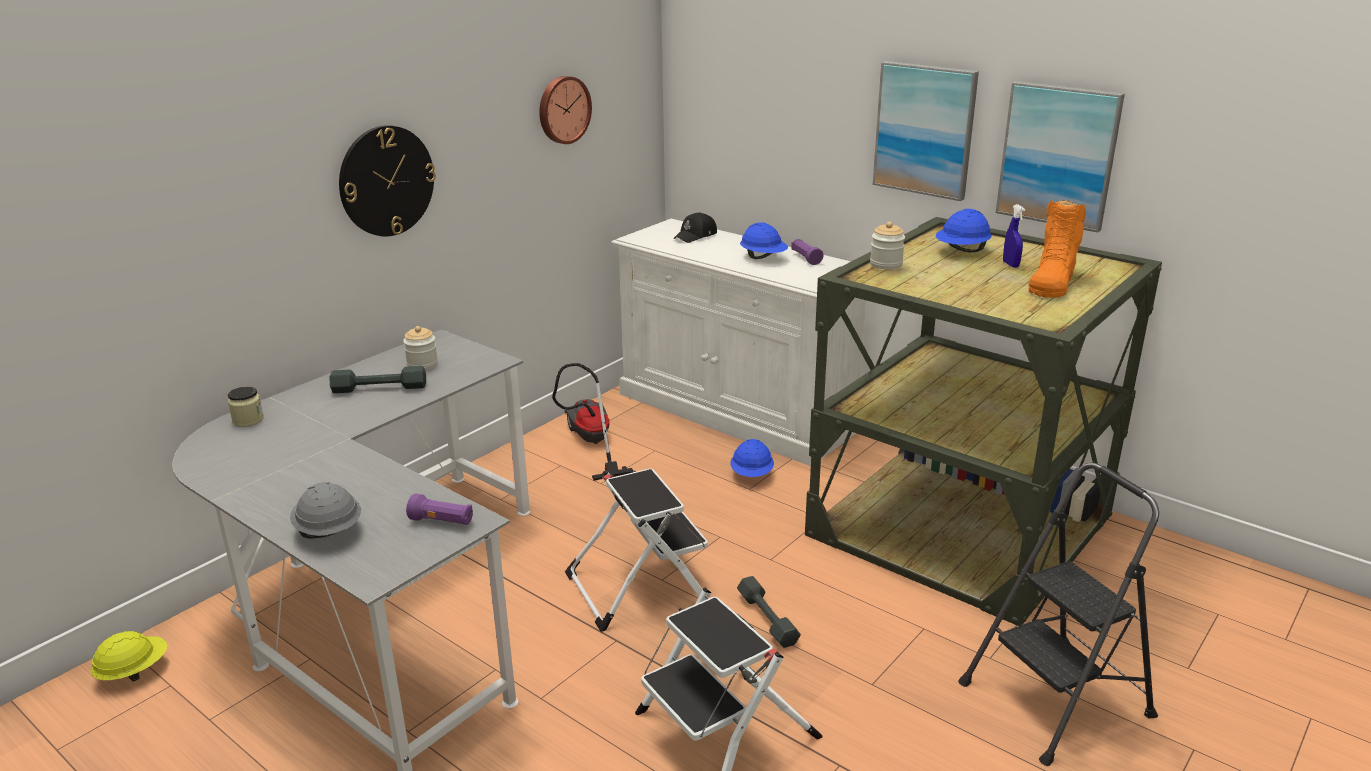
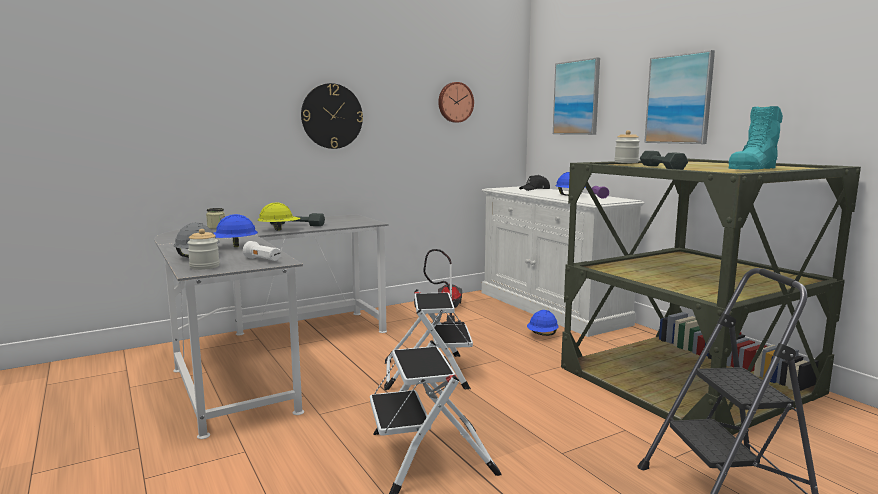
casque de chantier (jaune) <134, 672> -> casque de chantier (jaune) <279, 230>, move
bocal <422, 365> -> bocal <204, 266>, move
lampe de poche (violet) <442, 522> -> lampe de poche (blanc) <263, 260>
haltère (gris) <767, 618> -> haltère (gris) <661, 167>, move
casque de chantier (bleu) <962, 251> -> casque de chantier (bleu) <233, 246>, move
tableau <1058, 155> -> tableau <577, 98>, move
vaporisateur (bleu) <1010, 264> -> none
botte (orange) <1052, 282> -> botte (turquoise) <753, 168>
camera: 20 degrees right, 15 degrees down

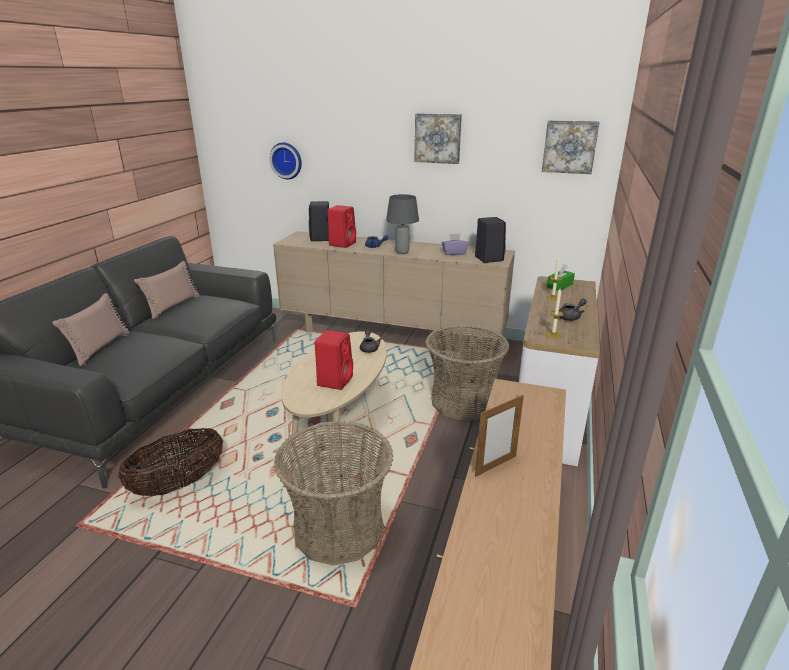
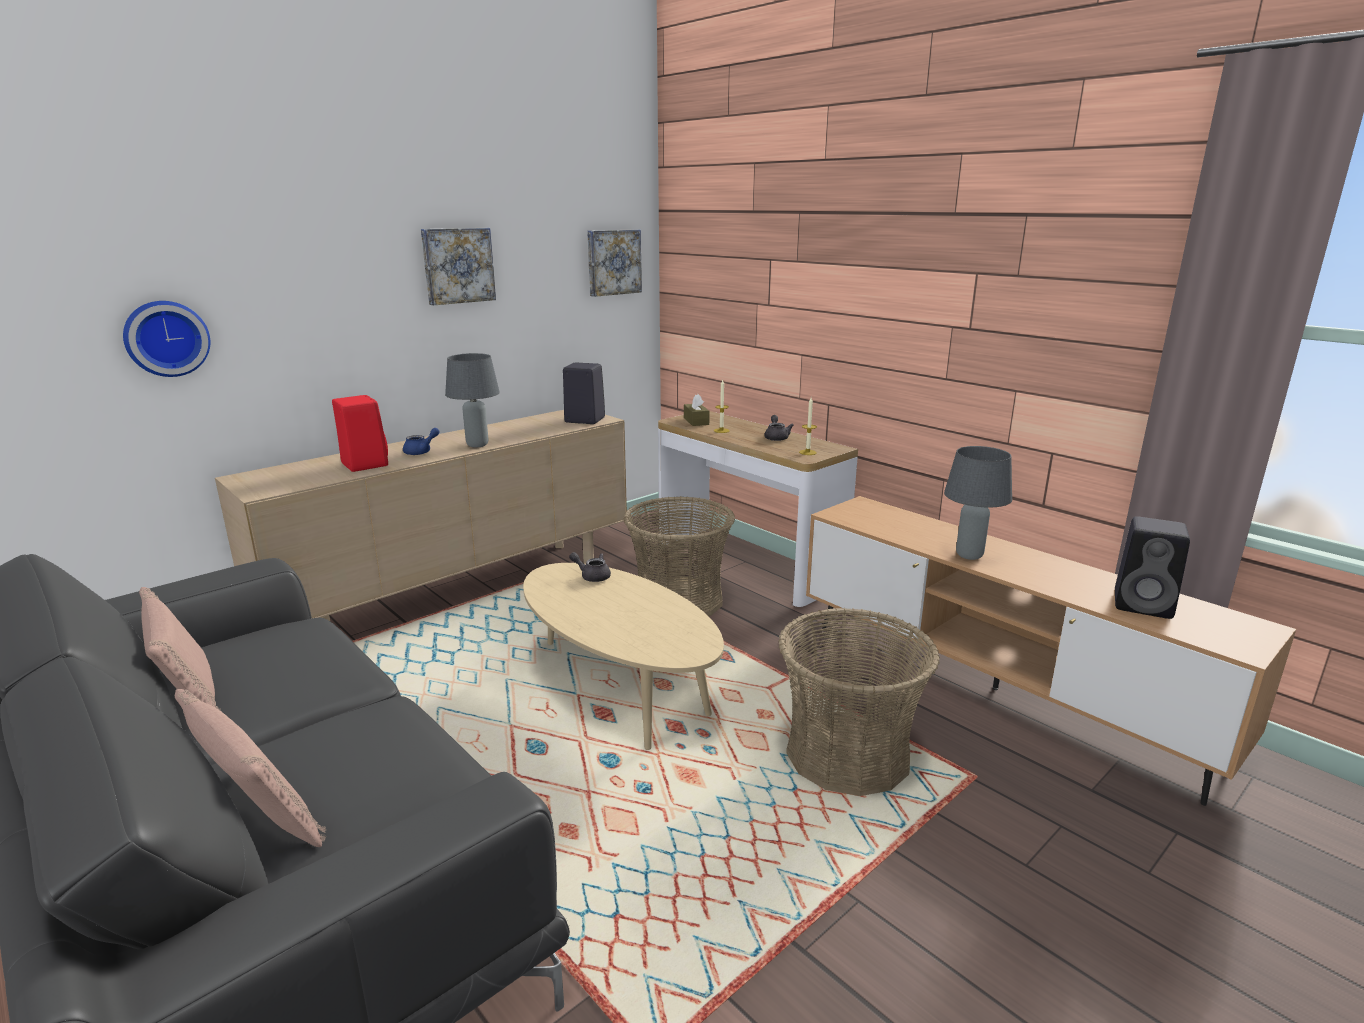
panier <179, 484> -> none
enceinte (noir) <320, 238> -> enceinte (noir) <1145, 605>, move
enceinte (rouge) <335, 380> -> none
boîte à mouchoirs (violet) <454, 253> -> none
cadre photo <495, 466> -> lampe de table (gris) <968, 555>
boîte à mouchoirs (vert) <560, 285> -> boîte à mouchoirs (marron) <696, 421>
camera: 60 degrees left, 5 degrees down

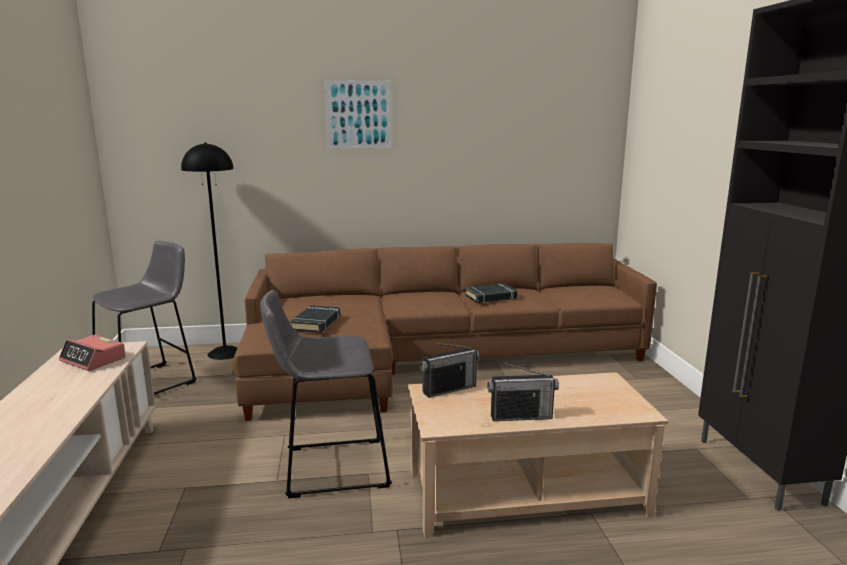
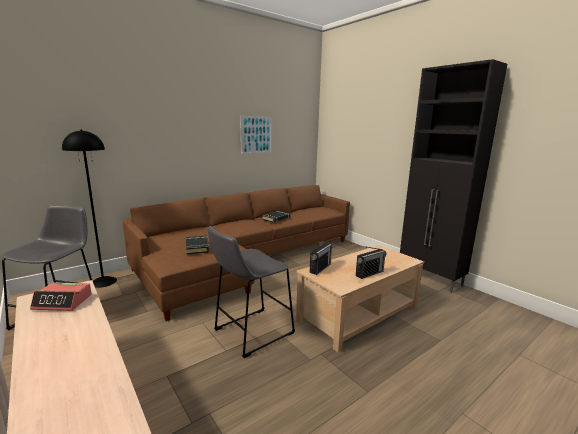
tableau <358, 115> -> tableau <256, 135>, move
camera: 30 degrees left, 0 degrees up

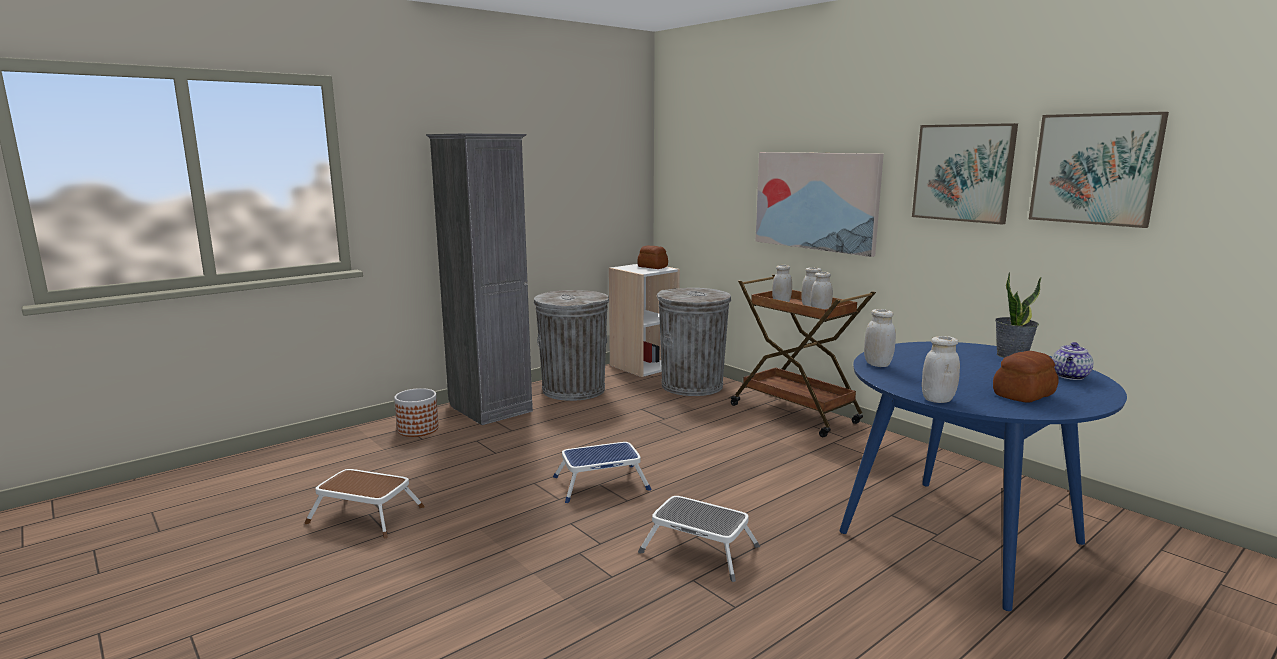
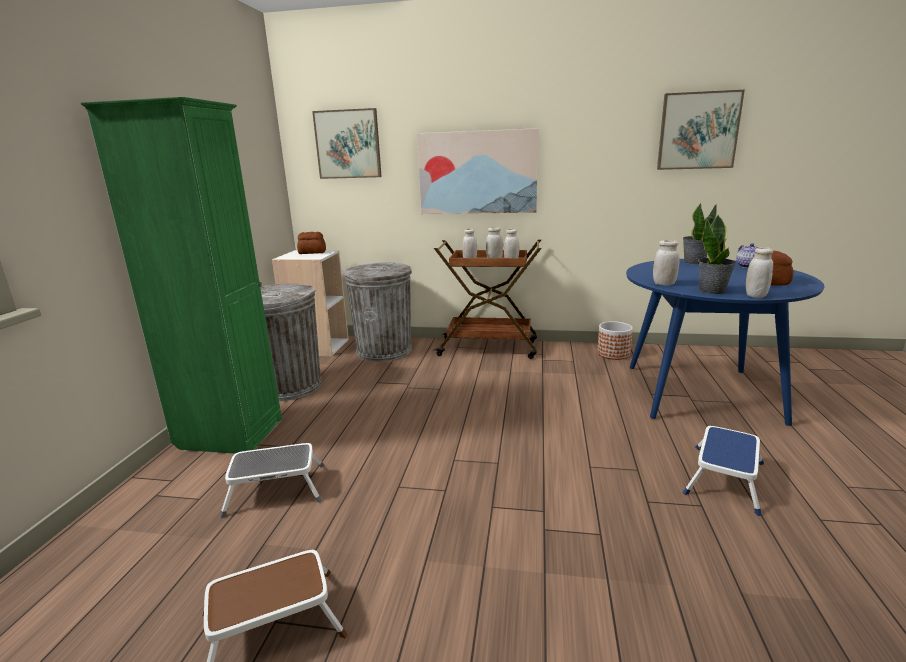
cache-pot <418, 429> -> cache-pot <613, 353>, move
meuble de rangement (gris) <491, 408> -> meuble de rangement (vert) <231, 434>
escabeau (bleu) <601, 483> -> escabeau (bleu) <725, 478>, move
escabeau (gris) <699, 550> -> escabeau (gris) <275, 490>, move
tableau <963, 173> -> tableau <348, 144>, move
none -> plante en pot <712, 291>
camera: 40 degrees left, 5 degrees up

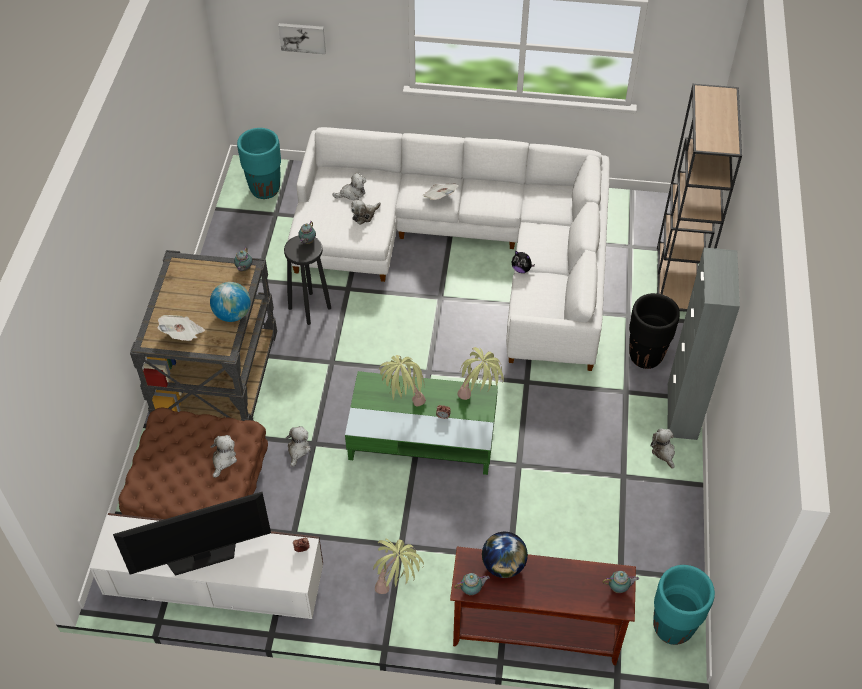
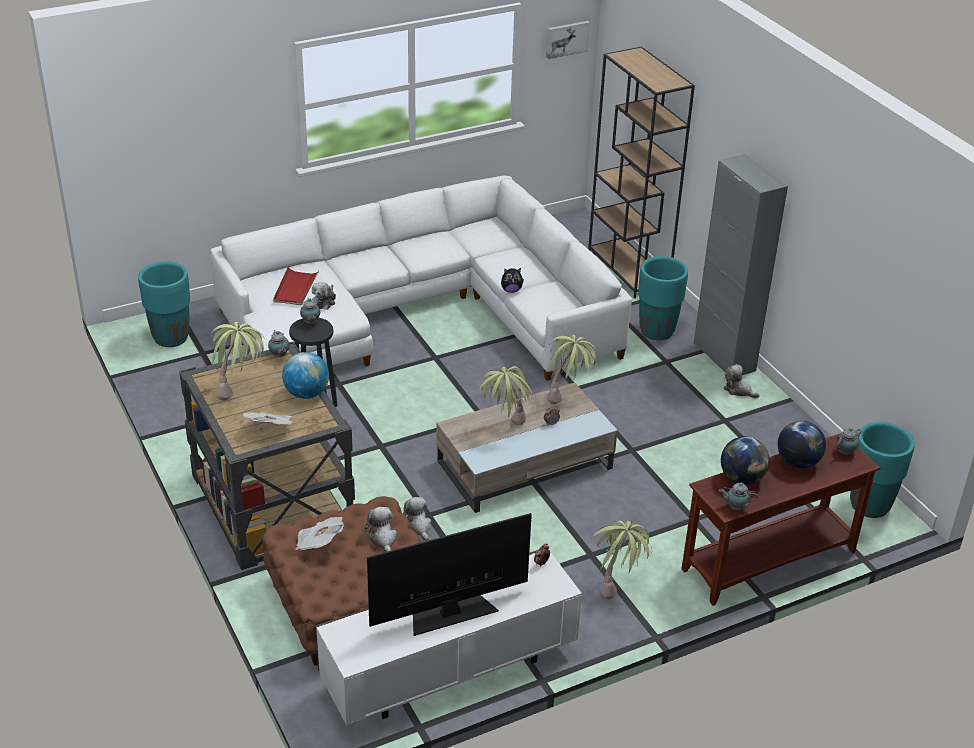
téléviseur <202, 555> -> téléviseur <450, 613>, 150 degrees counterclockwise
tableau <302, 37> -> tableau <566, 39>, move
peluche <352, 193> -> plateau (rouge) <295, 288>
table basse (vert) <422, 435> -> table basse (beige) <524, 464>
journal <440, 197> -> journal <319, 543>, move
théière <472, 590> -> théière <735, 507>, 120 degrees counterclockwise
cache-pot (noir) <645, 357> -> cache-pot (turquoise) <657, 331>
none -> plante en pot <241, 391>
none -> globe <797, 462>
camera: 35 degrees left, 15 degrees down

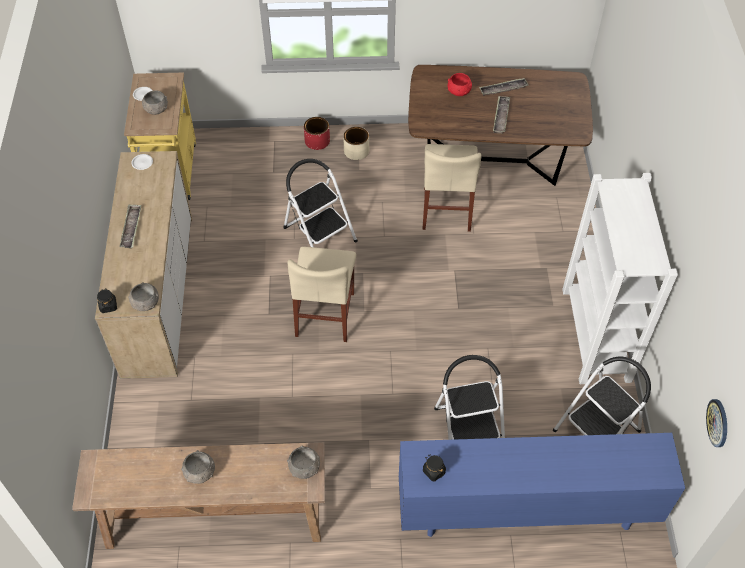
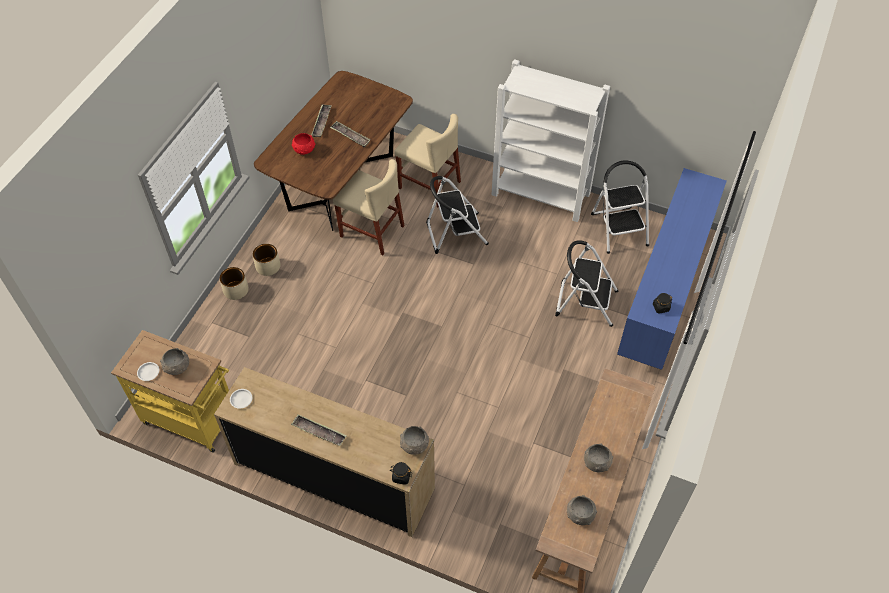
escabeau <319, 233> -> escabeau <454, 233>, move
bol (gris) <304, 467> -> bol (gris) <580, 514>, move
chaise (beige) <325, 314> -> chaise (beige) <429, 185>, move
cache-pot (rouge) <317, 141> -> cache-pot (beige) <236, 290>
horloge murale <718, 423> -> none
camera: 65 degrees left, 0 degrees up

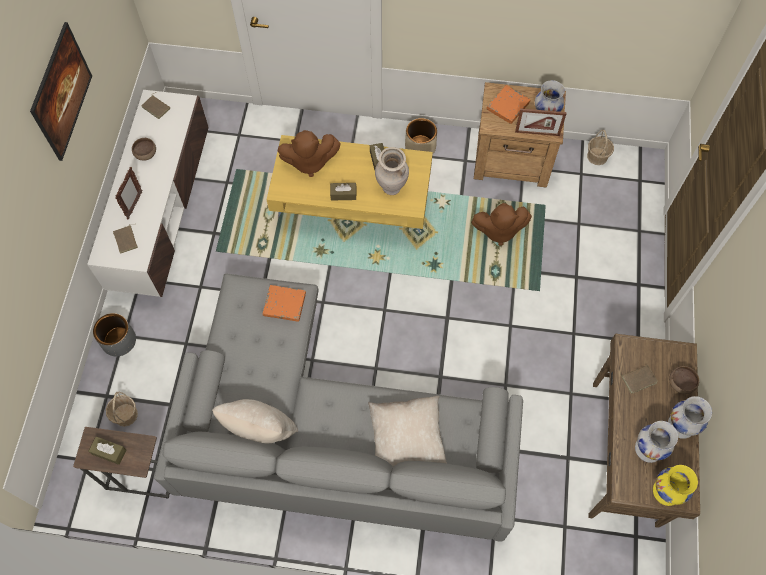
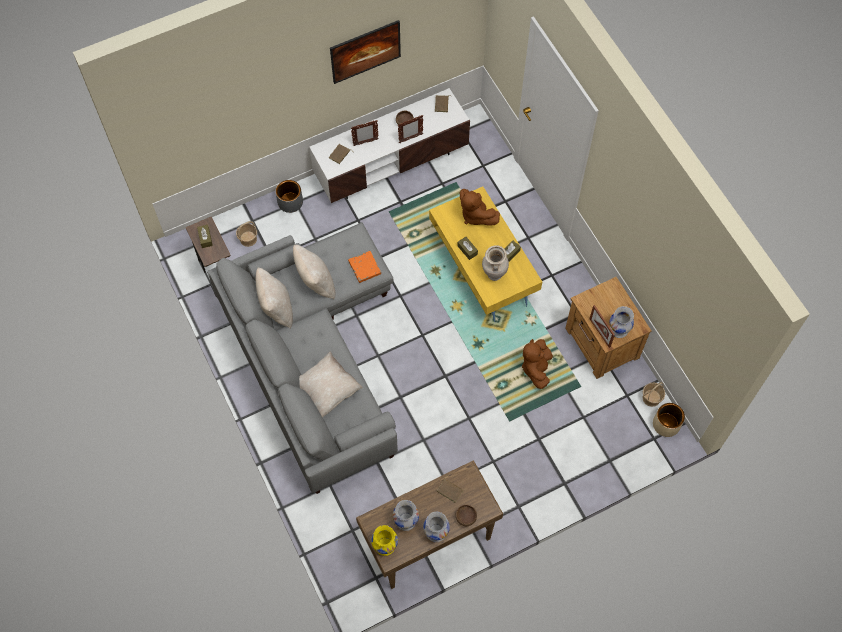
cache-pot (beige) <420, 147> -> cache-pot (beige) <666, 424>, move
peluche (marron) <498, 230> -> peluche (marron) <536, 368>, 45 degrees clockwise
livre (orange) <508, 106> -> none
none -> coussin (beige) <315, 283>
none -> cadre photo <410, 138>
camera: 55 degrees right, 0 degrees up

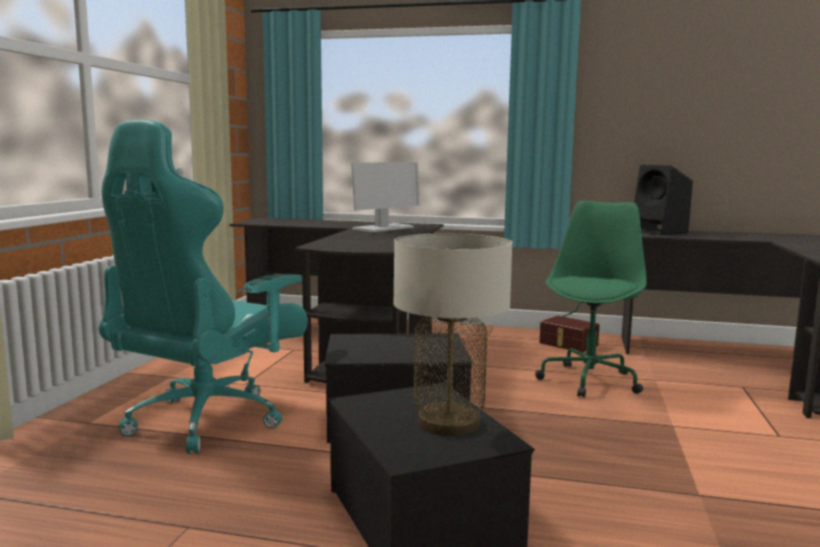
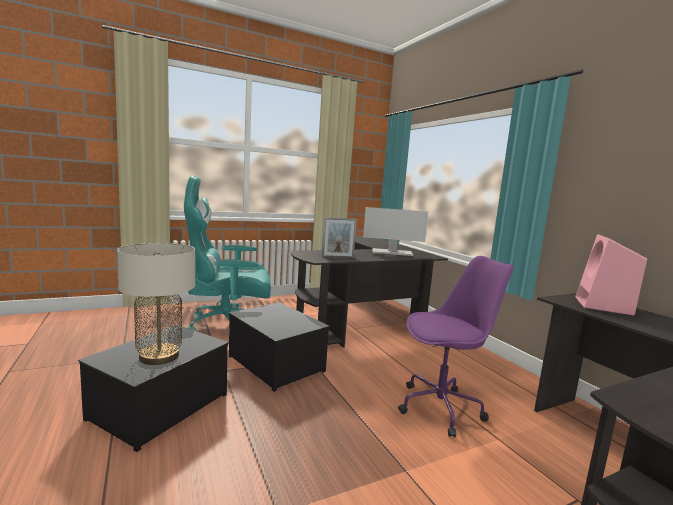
chaise de bureau (vert) <589, 380> -> chaise de bureau (violet) <441, 408>
boîte de rangement (marron) <568, 344> -> none
enceinte (noir) <660, 232> -> enceinte (rose) <603, 306>
none -> cadre photo <337, 257>
camera: 50 degrees right, 0 degrees up

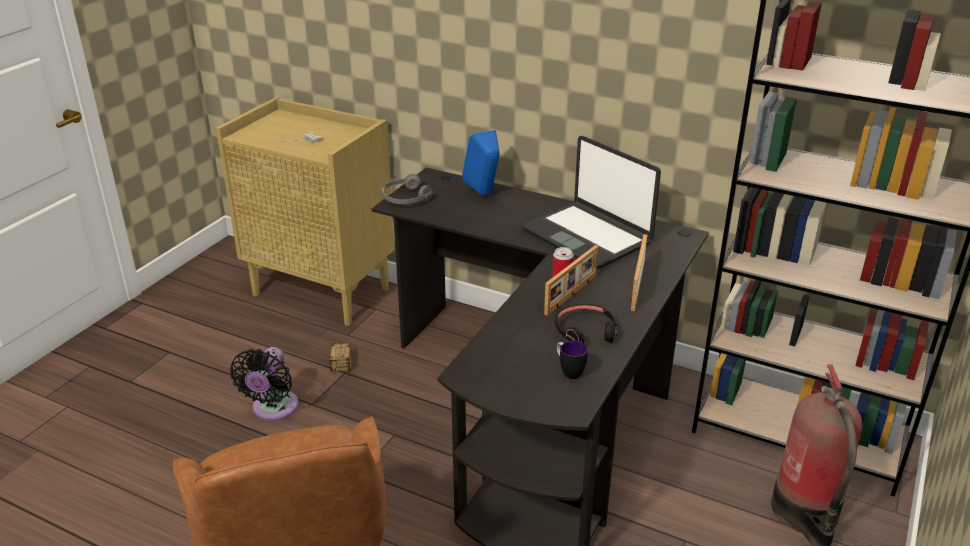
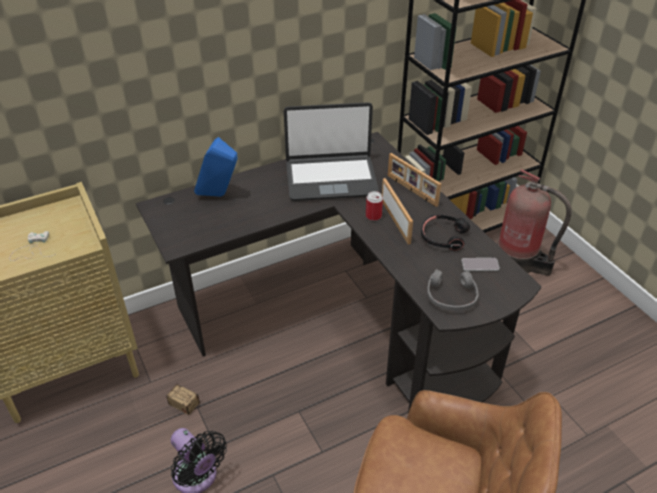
casque audio (gris) <405, 198> -> casque audio (gris) <451, 296>, move
mug <568, 371> -> téléphone <480, 265>
camera: 55 degrees left, 10 degrees up

